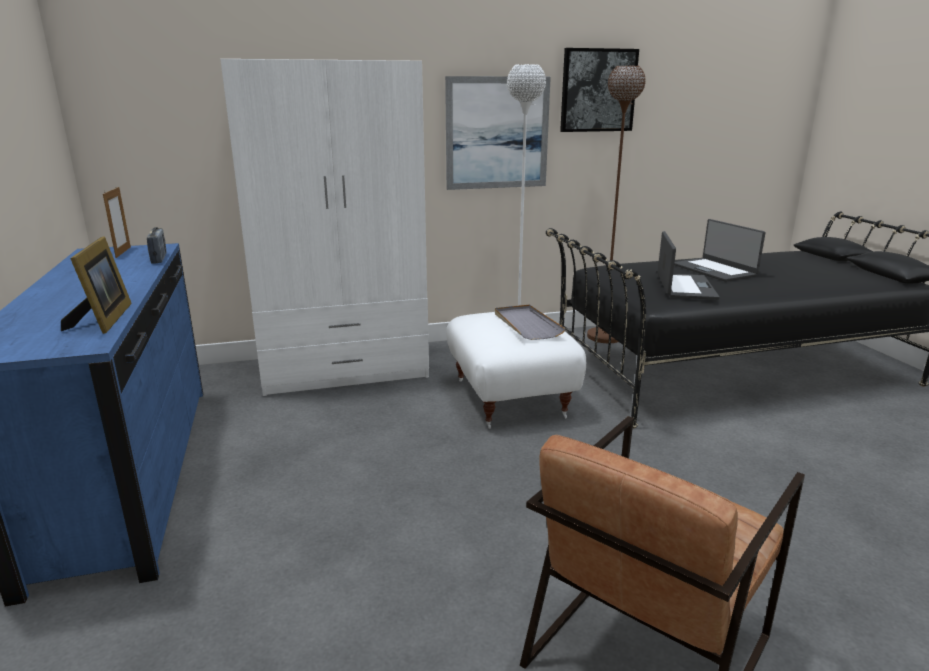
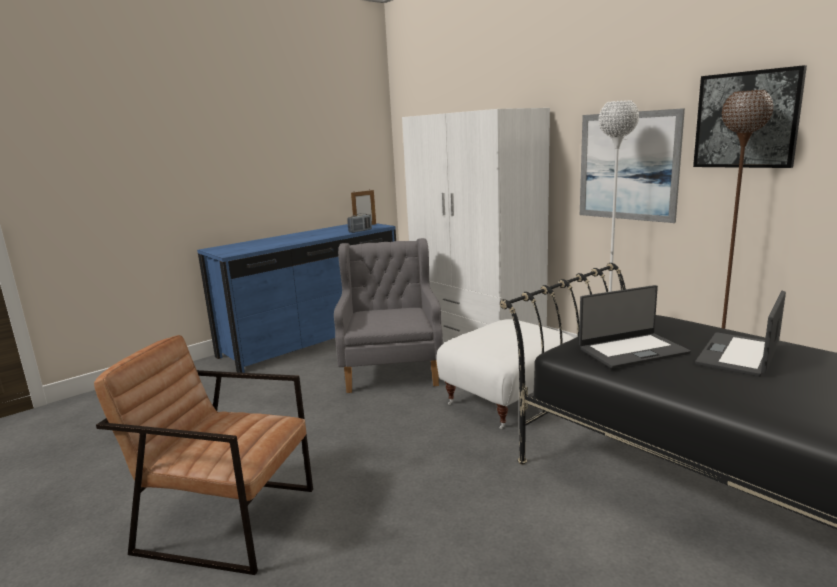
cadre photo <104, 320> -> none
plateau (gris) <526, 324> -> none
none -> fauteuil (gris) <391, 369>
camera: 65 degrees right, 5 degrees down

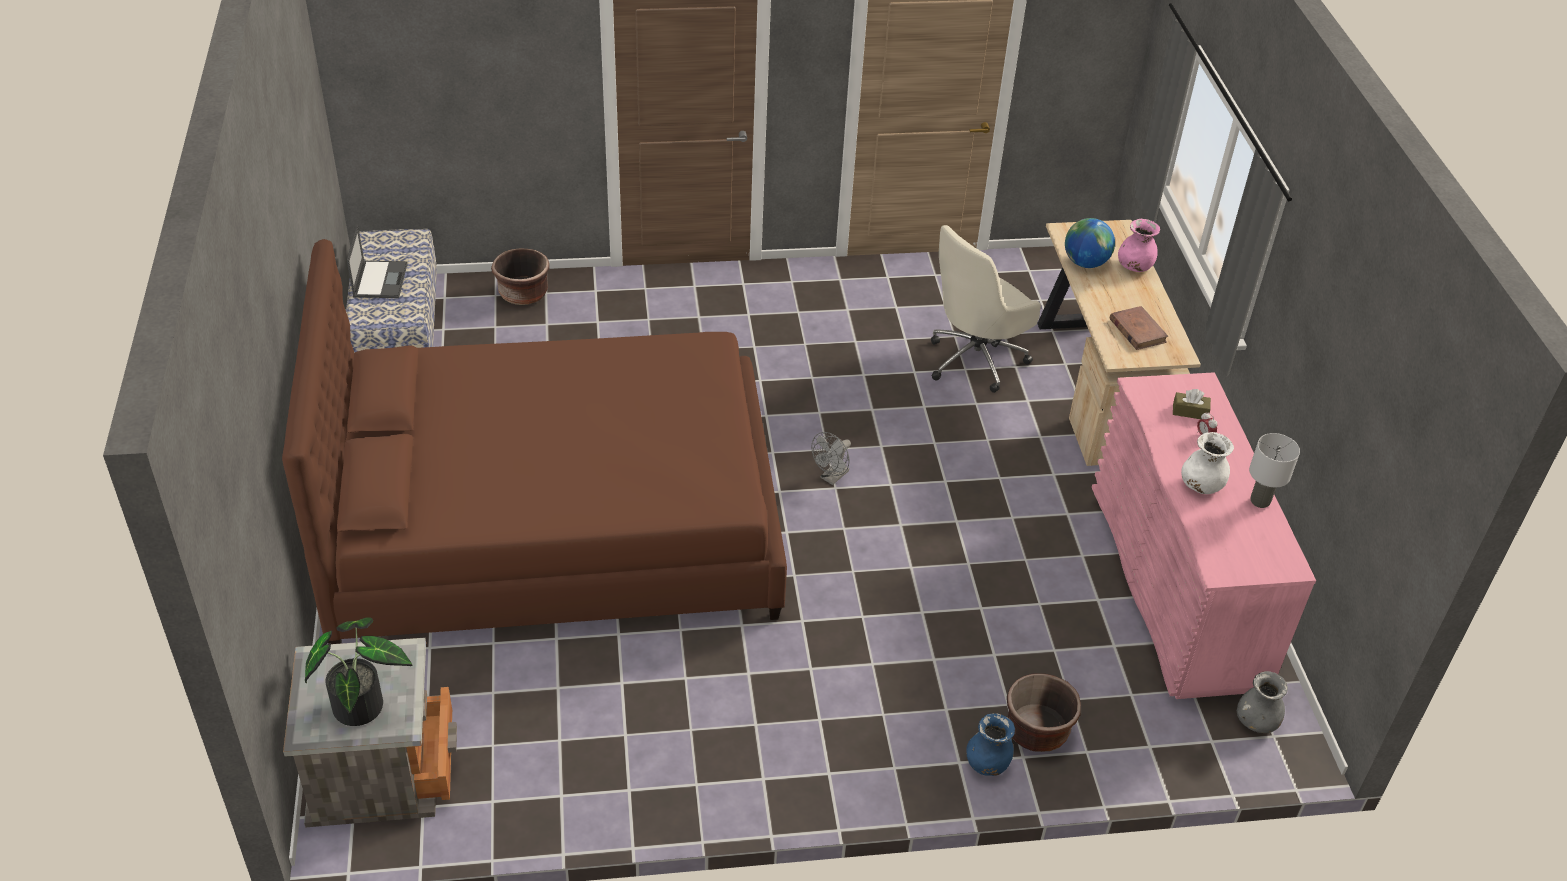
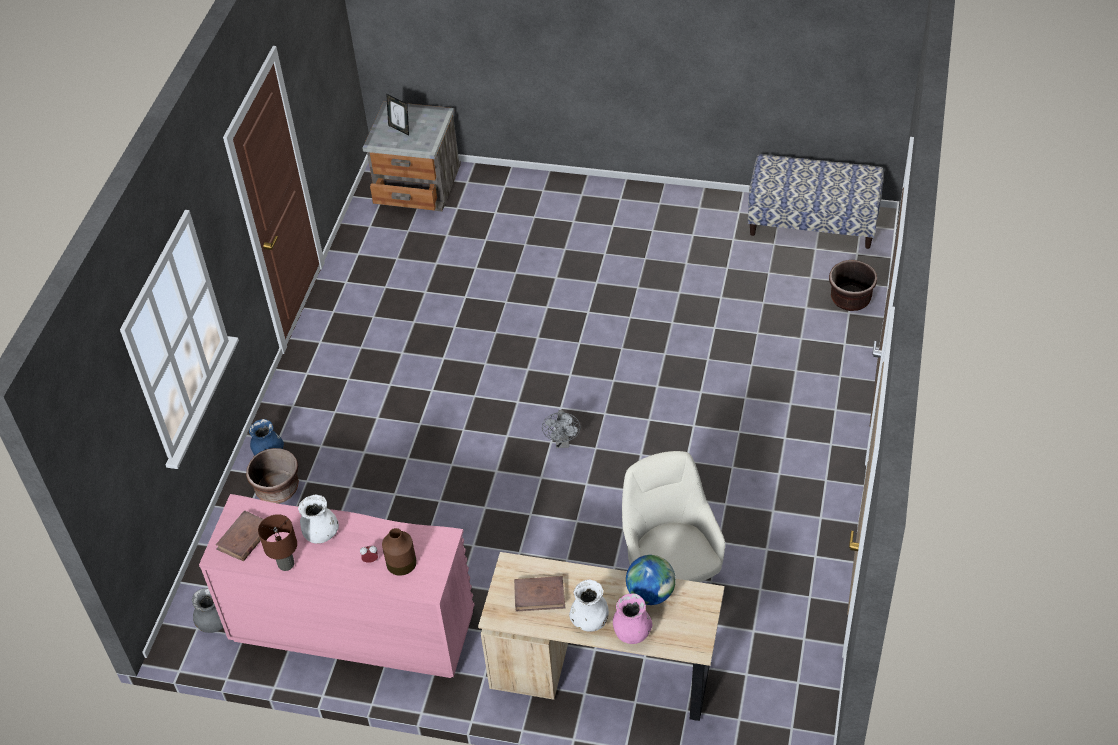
lit (marron) <554, 523> -> none
plante en pot <362, 702> -> cadre photo <400, 129>
ordinateur portable <380, 279> -> none
ventilateur (gris) <832, 477> -> ventilateur (gris) <563, 442>, 150 degrees counterclockwise
boîte à mouchoirs (marron) <1190, 411> -> vase (marron) <401, 562>
lampe de table (blanc) <1259, 501> -> lampe de table (marron) <287, 565>
none -> livre (marron) <244, 538>
none -> vase (blanc) <590, 620>
camera: 115 degrees right, 5 degrees up

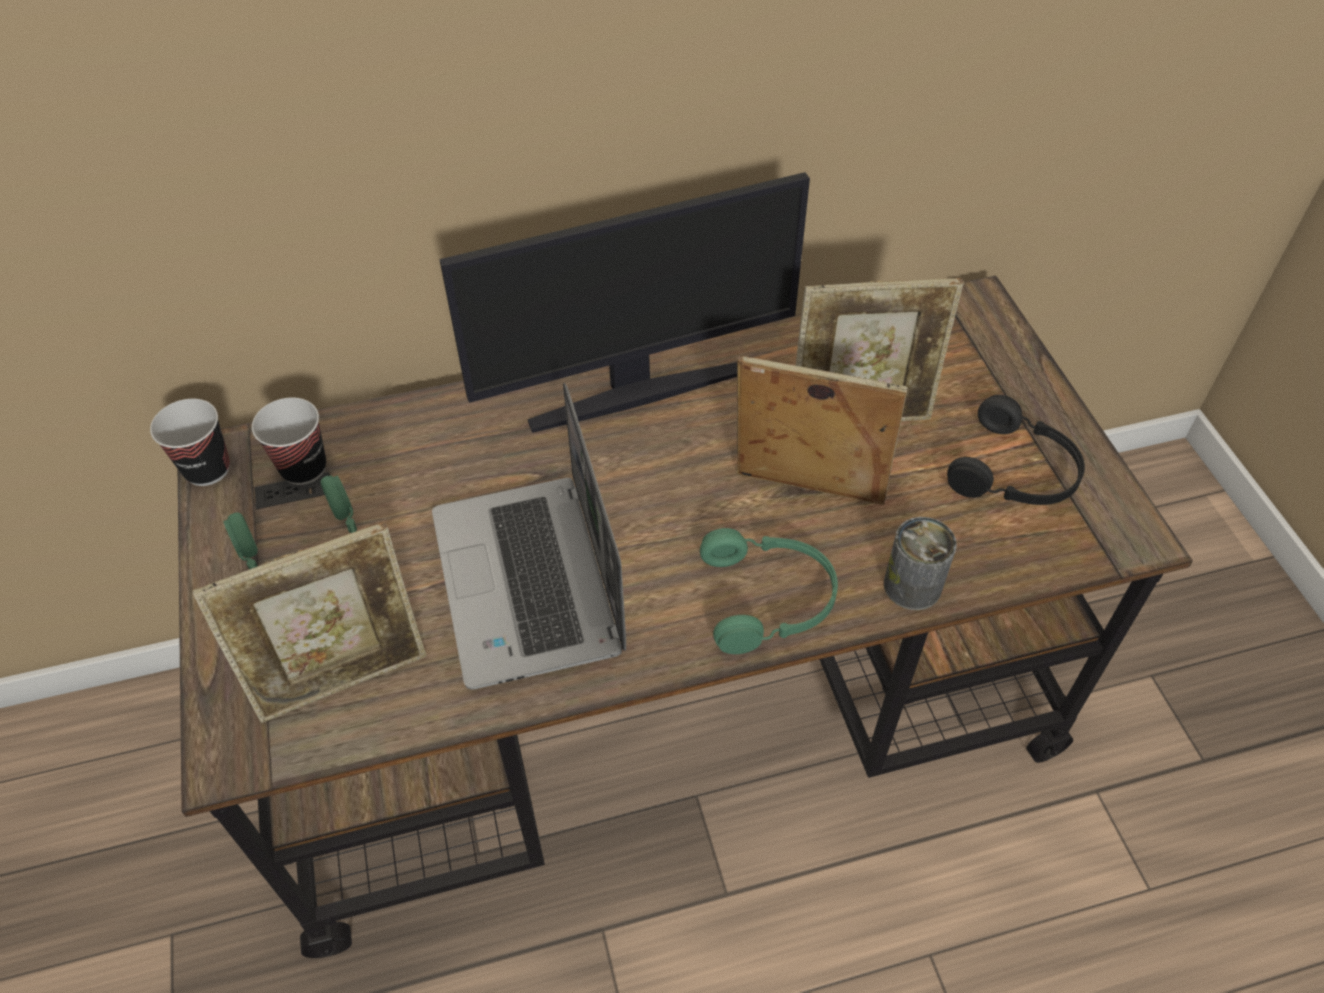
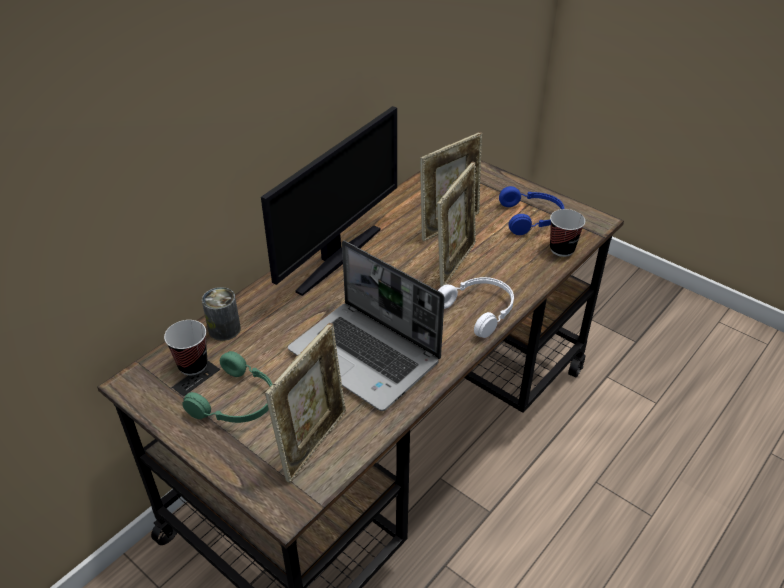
tasse <207, 469> -> tasse <562, 249>, move
casque audio (vert) <769, 599> -> casque audio (blanc) <480, 310>
cadre photo <806, 493> -> cadre photo <455, 263>, 135 degrees clockwise
boîte métallique <912, 586> -> boîte métallique <224, 329>, move
casque audio (noir) <1016, 473> -> casque audio (bleu) <532, 218>
camera: 35 degrees left, 10 degrees down

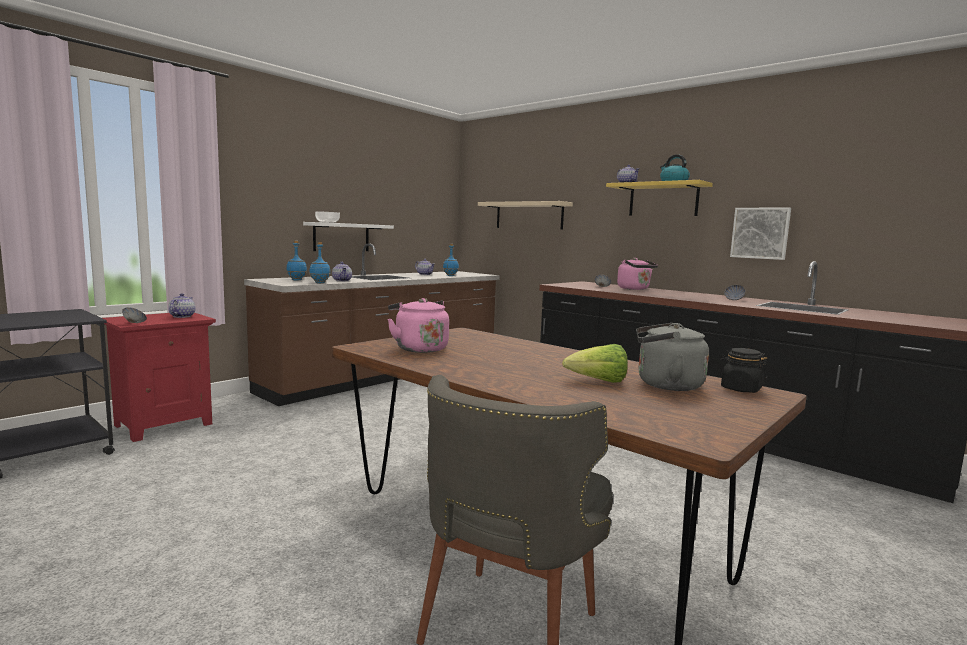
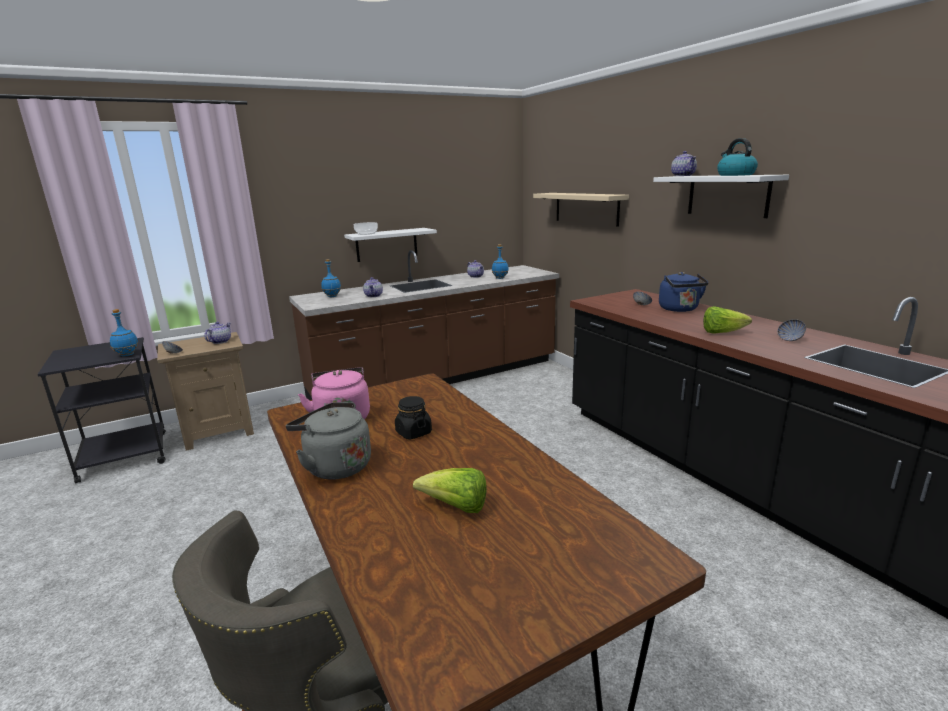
table de chevet (rouge) <166, 425> -> table de chevet (beige) <220, 432>
bouteille (bleu) <319, 283> -> bouteille (bleu) <127, 355>, move
étagère (jaune) <663, 200> -> étagère (blanc) <727, 195>
bouilloire (rose) <635, 289> -> bouilloire (bleu) <680, 309>
bouilloire (gris) <665, 385> -> bouilloire (gris) <335, 466>, move
bocal (noir) <740, 389> -> bocal (noir) <413, 432>, move
tableau <760, 233> -> none
none -> laitue <722, 333>
camera: 20 degrees right, 10 degrees up

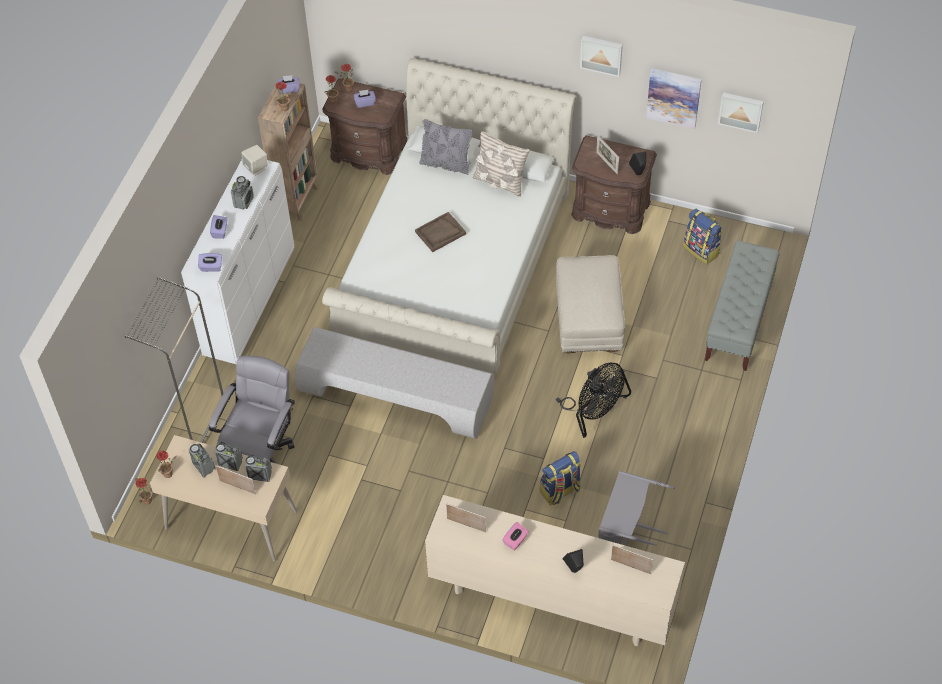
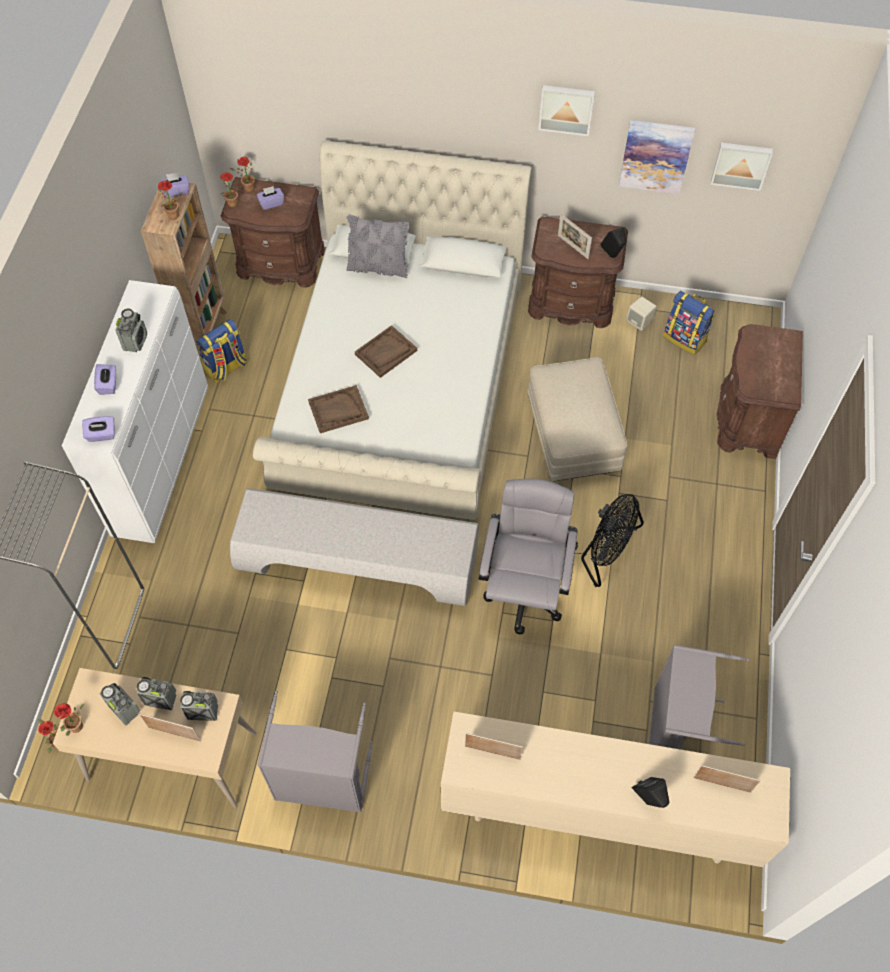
chaise de bureau (gris) <264, 455> -> chaise de bureau (gris) <524, 593>, move
enceinte (beige) <256, 168> -> enceinte (beige) <639, 322>, move
coussin (beige) <500, 182> -> none
boîte à mouchoirs (rose) <515, 541> -> none
sac à dos <560, 491> -> sac à dos <226, 368>, move
banc (gris) <738, 321> -> table de chevet (marron) <746, 419>
none -> panier à linge (gris) <322, 782>
none -> plateau (marron) <338, 410>
camera: 10 degrees left, 5 degrees up

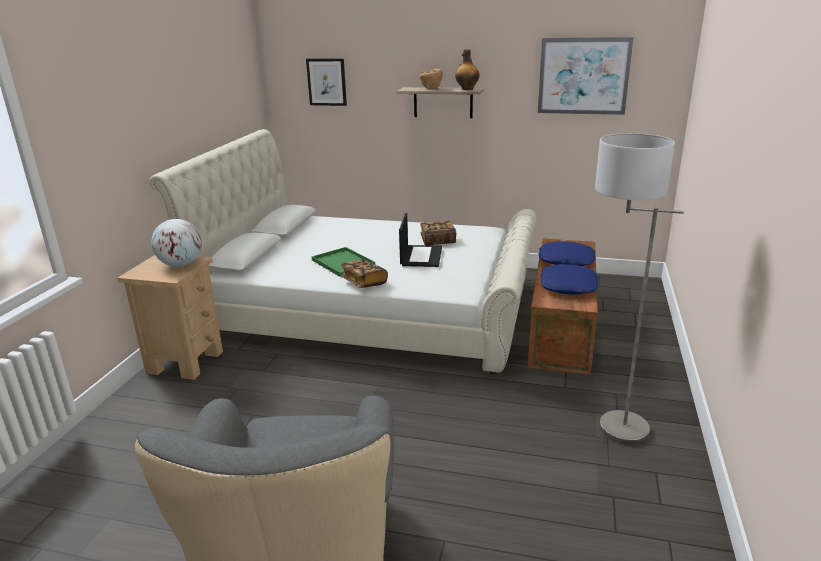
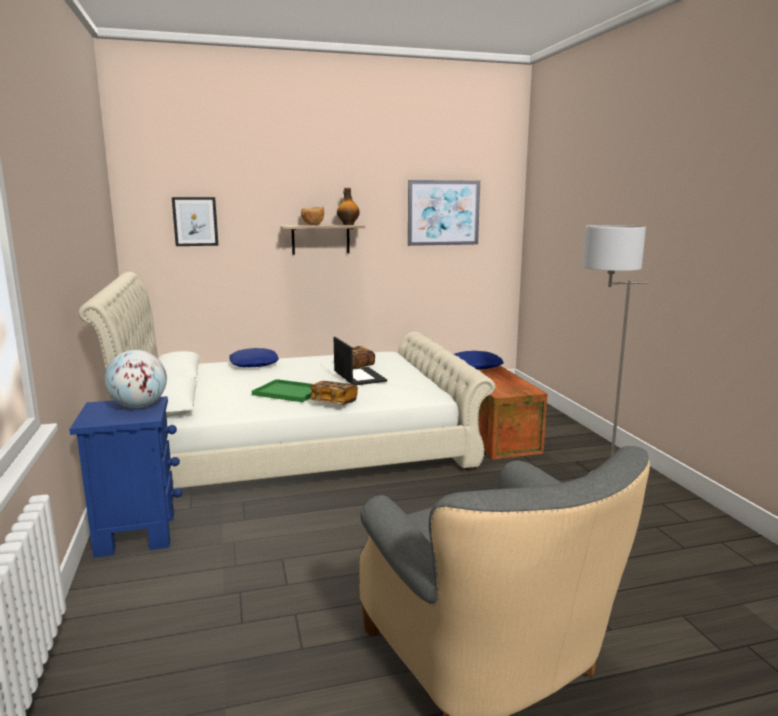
table de chevet (beige) <186, 361> -> table de chevet (bleu) <138, 533>
coussin (bleu) <567, 286> -> coussin (bleu) <253, 364>, move
camera: 30 degrees left, 10 degrees down

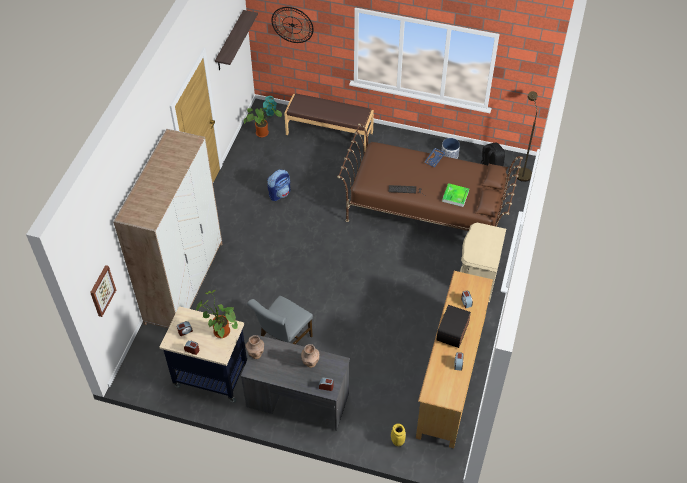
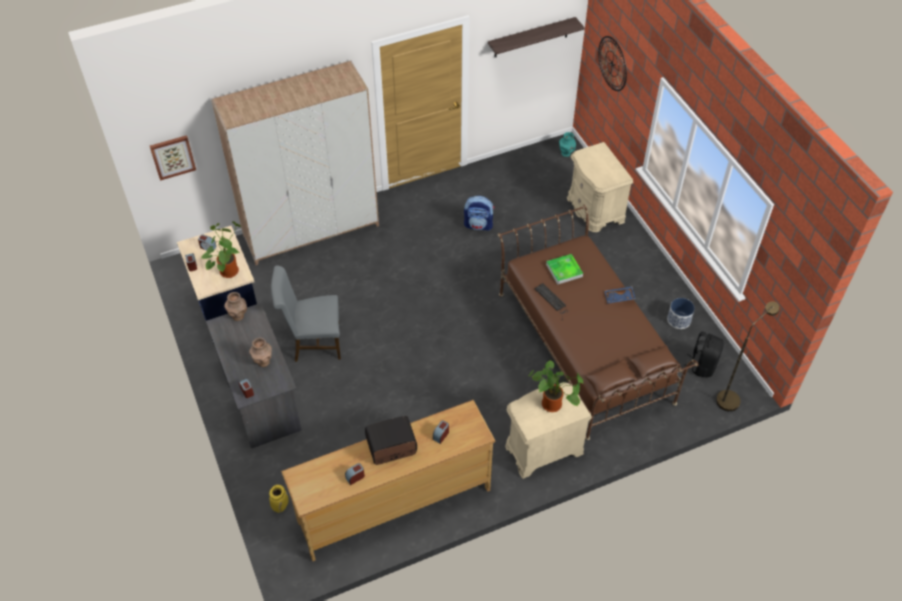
plante en pot <263, 132> -> plante en pot <554, 404>, move
banc (marron) <329, 133> -> table de chevet (beige) <593, 210>
plateau <455, 196> -> plateau <564, 270>, move
camera: 50 degrees right, 0 degrees up

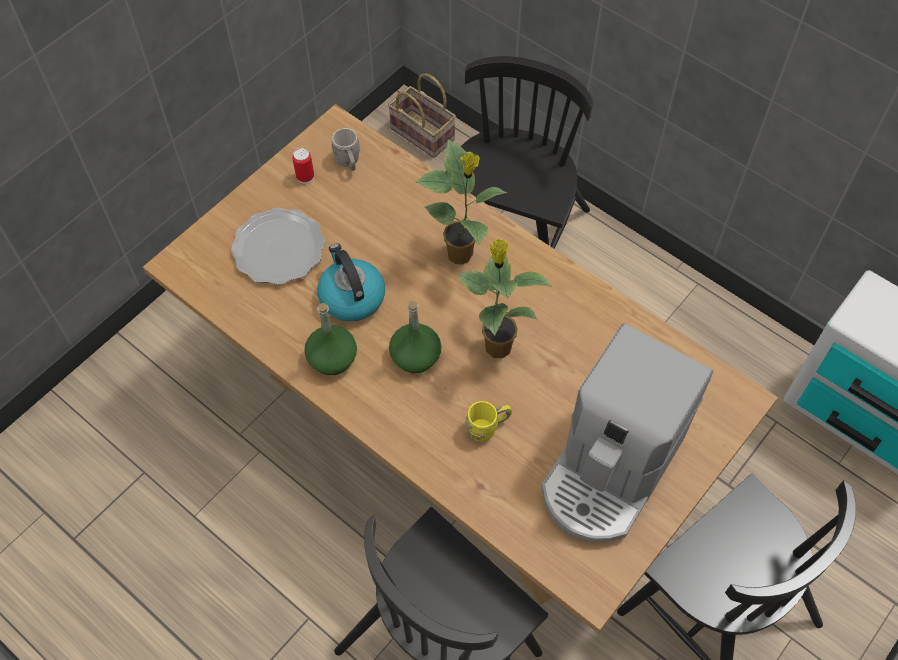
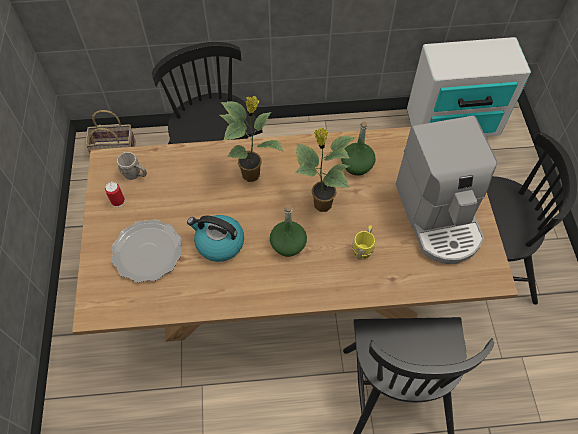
bouteille (vert) <332, 359> -> bouteille (vert) <357, 165>, move
camera: 45 degrees left, 0 degrees up

